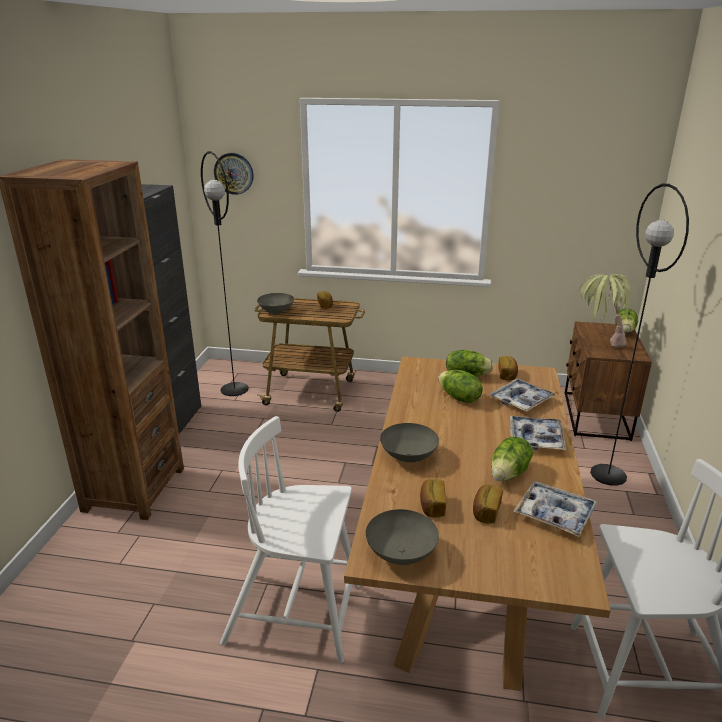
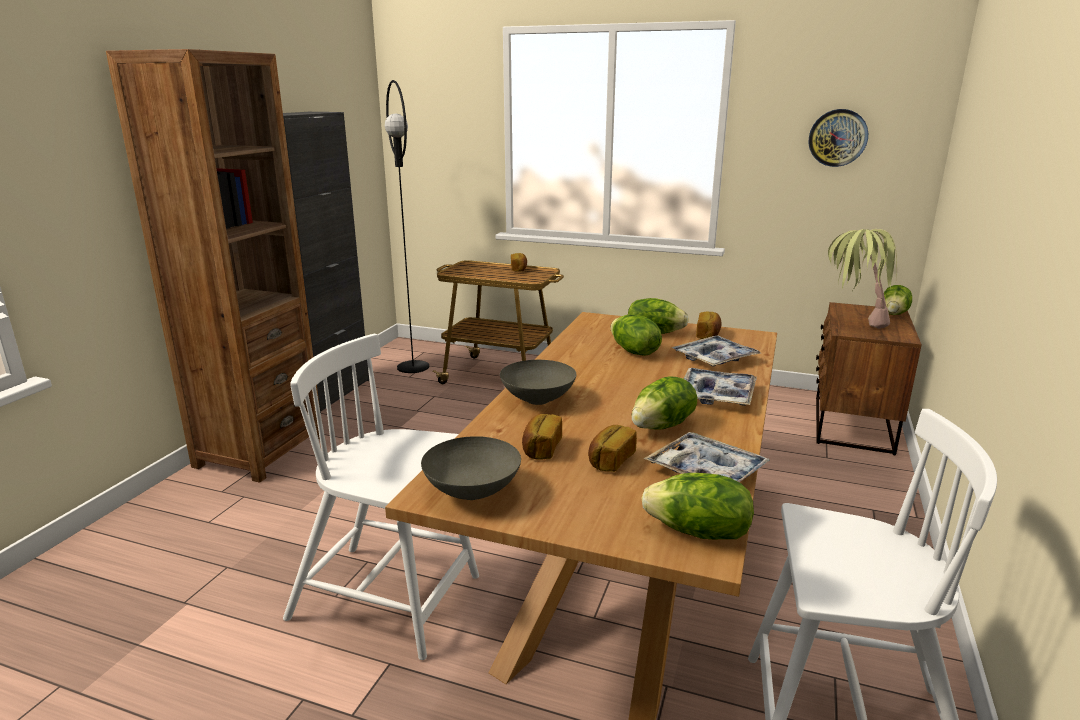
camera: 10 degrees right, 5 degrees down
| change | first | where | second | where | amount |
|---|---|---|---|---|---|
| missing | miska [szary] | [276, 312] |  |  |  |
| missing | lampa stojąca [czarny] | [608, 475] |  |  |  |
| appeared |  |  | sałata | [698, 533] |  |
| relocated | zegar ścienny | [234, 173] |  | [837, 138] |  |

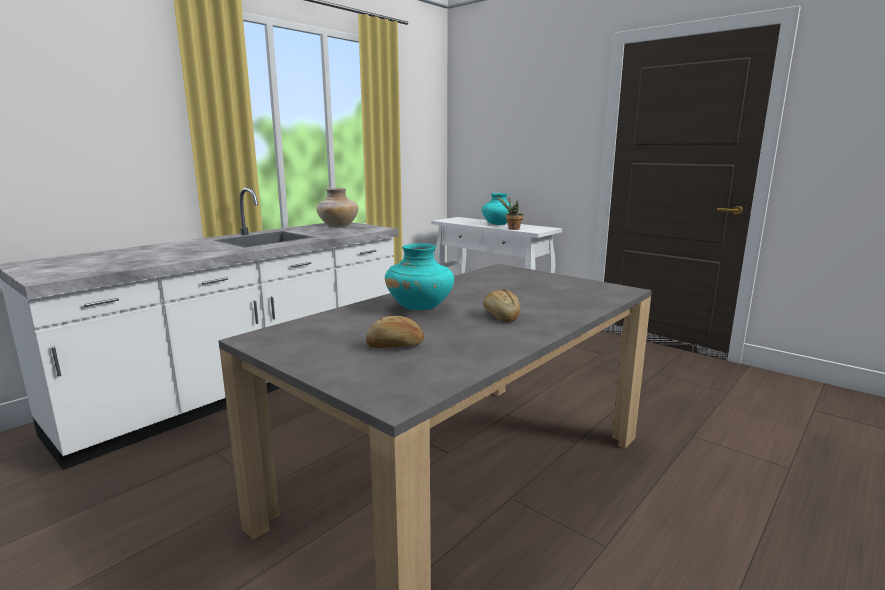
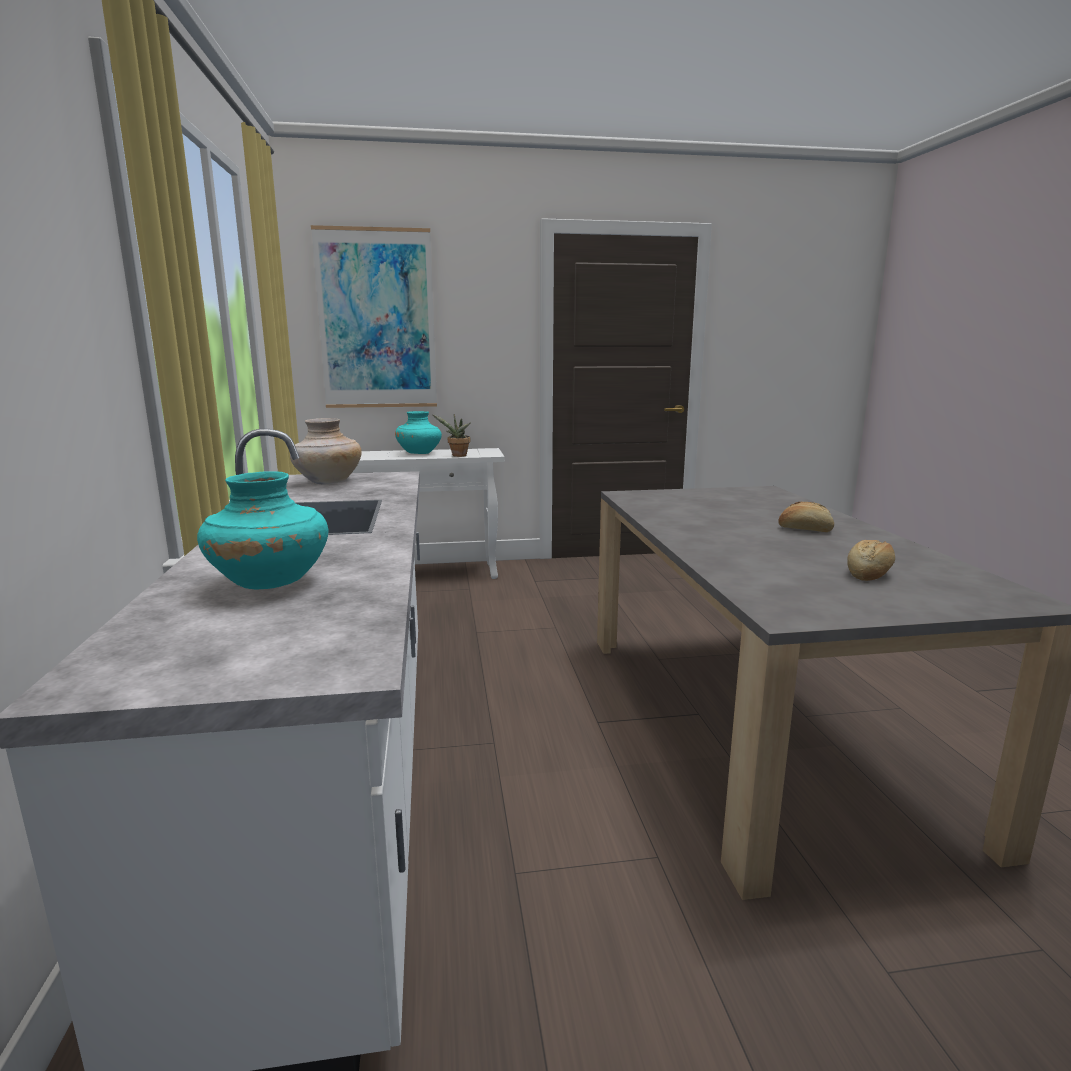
camera: 50 degrees left, 0 degrees up
| change | first | where | second | where | amount |
|---|---|---|---|---|---|
| appeared |  |  | obraz | [377, 320] |  |
| relocated | wazon [turkusowy] | [420, 307] |  | [270, 582] |  |

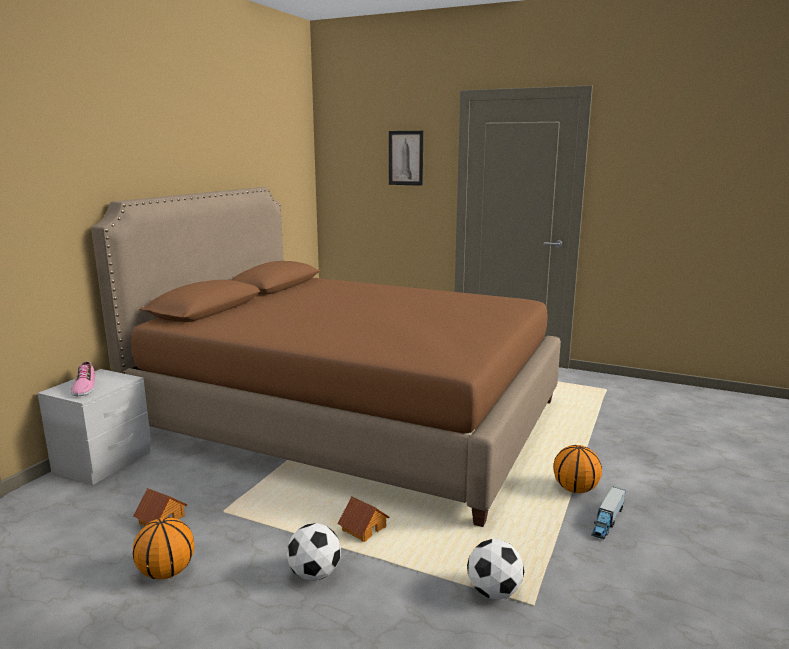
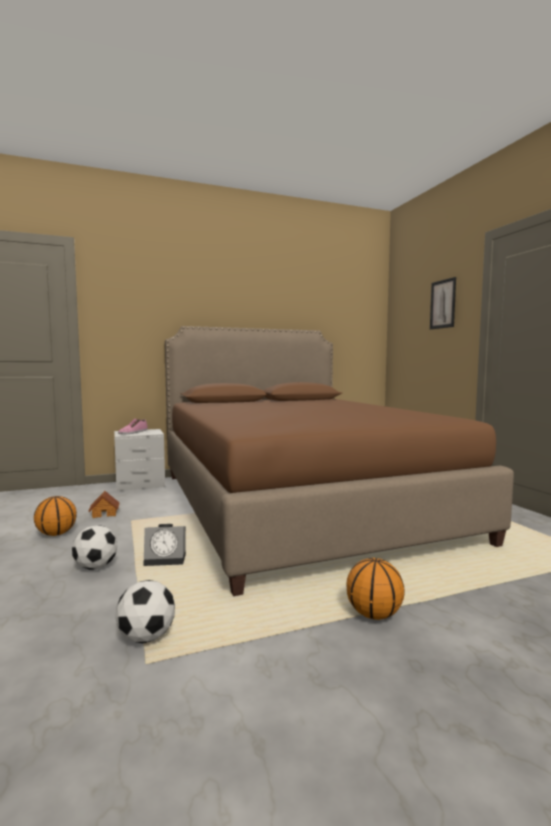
camera: 45 degrees right, 10 degrees down
| change | first | where | second | where | amount |
|---|---|---|---|---|---|
| missing | ciężarówka zabawkowa | [607, 521] |  |  |  |
| exchanged | domek | [363, 529] | budzik | [167, 560] |  |

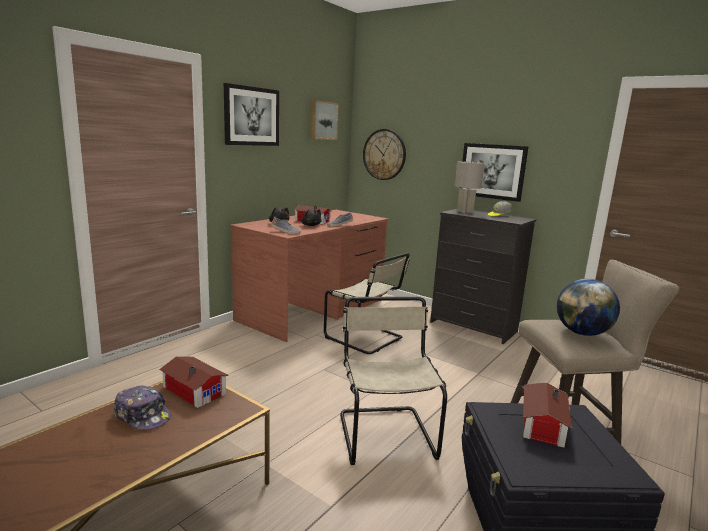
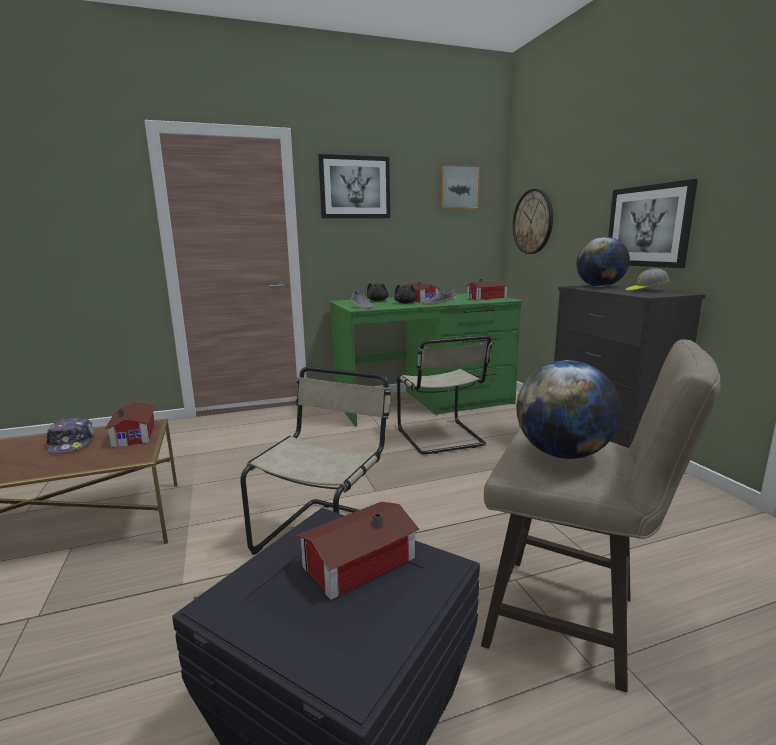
camera: 35 degrees right, 0 degrees up
| change | first | where | second | where | amount |
|---|---|---|---|---|---|
| appeared |  |  | domek | [488, 297] |  |
| exchanged | lampa stołowa [szary] | [465, 212] | globus | [600, 286] |  |
| colour | biurko [brązowy] | [313, 310] | biurko [zielony] | [424, 402] |  |

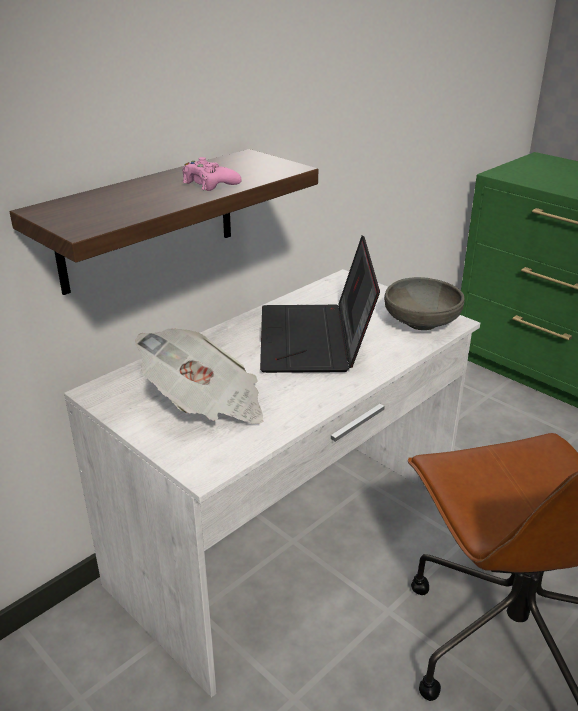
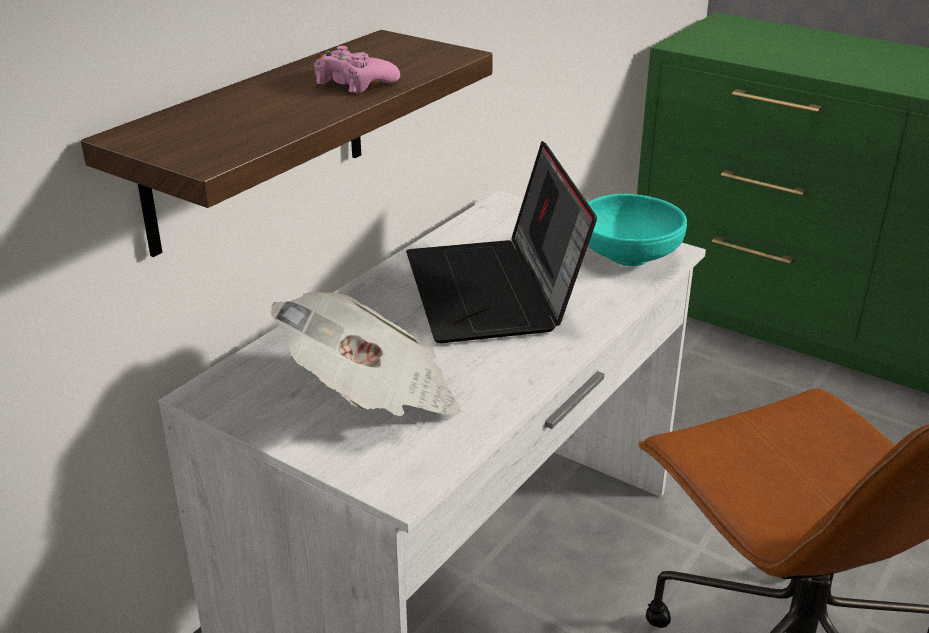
camera: 10 degrees left, 0 degrees up
| change | first | where | second | where | amount |
|---|---|---|---|---|---|
| colour | miska [szary] | [421, 322] | miska [turkusowy] | [629, 255] |  |

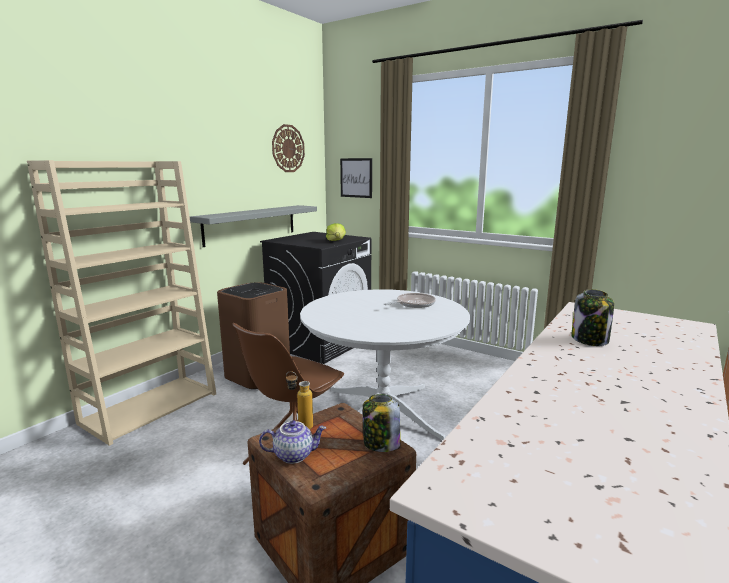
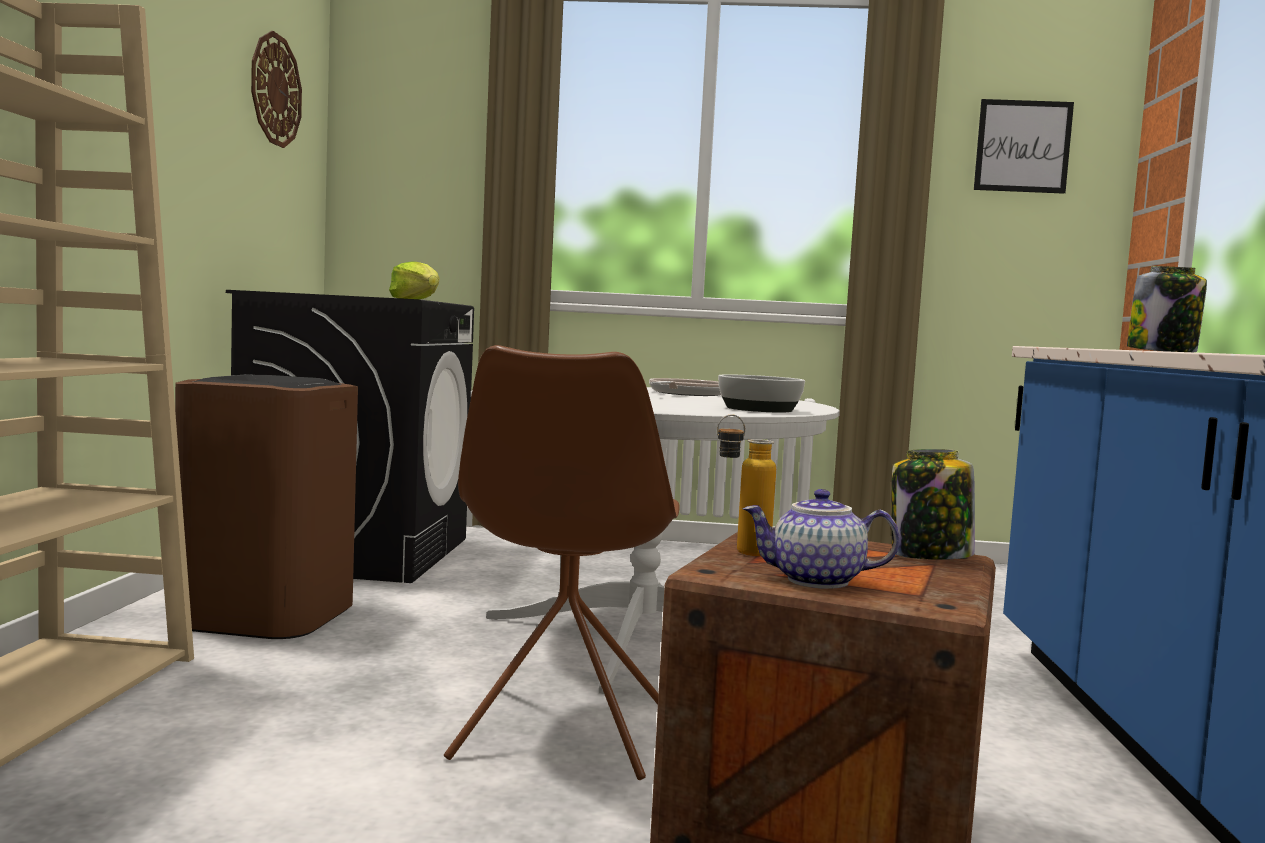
camera: 30 degrees left, 10 degrees down
| change | first | where | second | where | amount |
|---|---|---|---|---|---|
| missing | półka [szary] | [251, 224] |  |  |  |
| appeared |  |  | miska | [760, 409] |  |
| relocated | obraz | [356, 178] |  | [1022, 146] |  |
| spun | imbryk | [294, 455] |  | [816, 581] | 135 degrees counterclockwise |

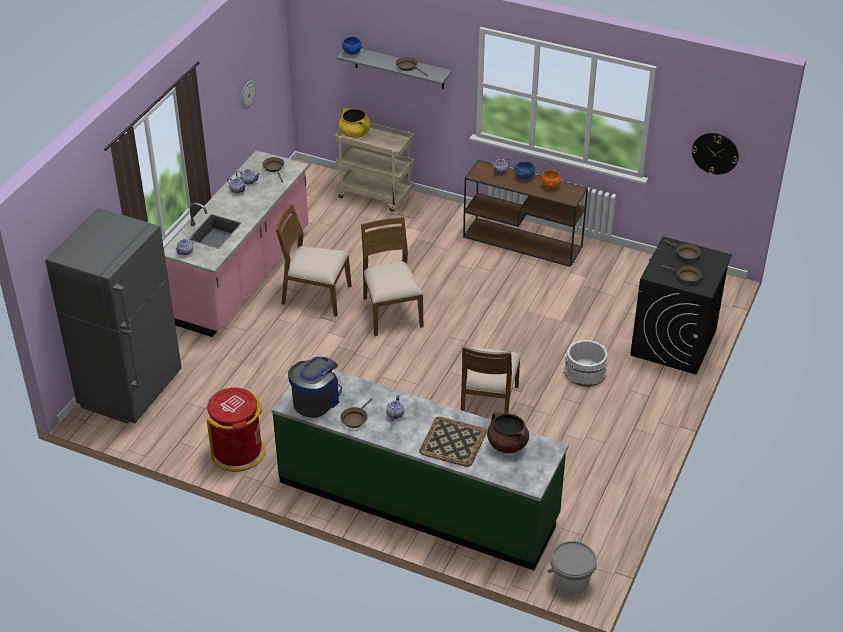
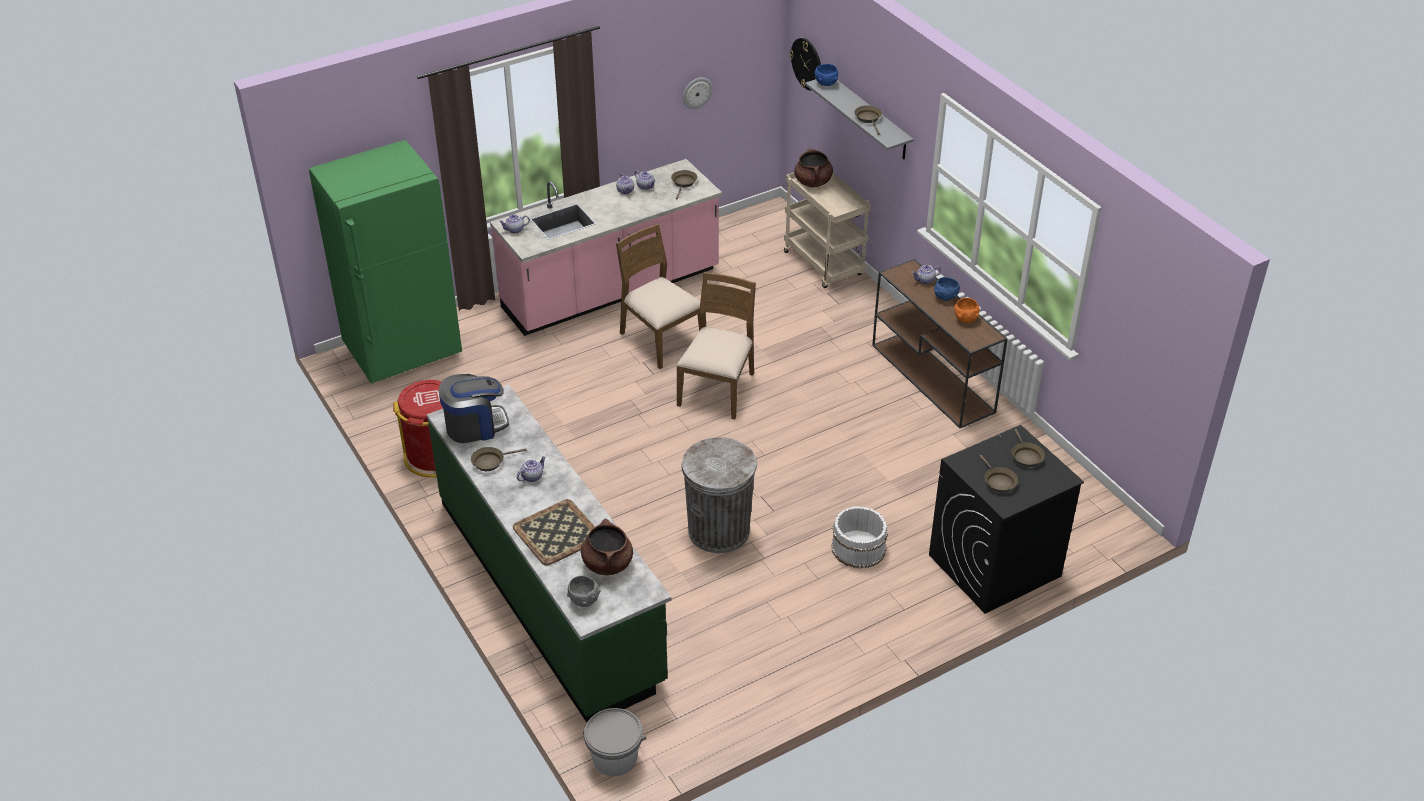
camera: 35 degrees right, 0 degrees up
| change | first | where | second | where | amount |
|---|---|---|---|---|---|
| appeared |  |  | miska [szary] | [584, 600] |  |
| relocated | zegar ścienny | [715, 153] |  | [807, 63] |  |
| exchanged | krzesło [brązowy] | [487, 404] | kosz na śmieci [szary] | [718, 530] |  |
| colour | lodówka [szary] | [131, 391] | lodówka [zielony] | [404, 353] |  |
| colour | garnek [żółty] | [355, 133] | garnek [brązowy] | [813, 182] |  |

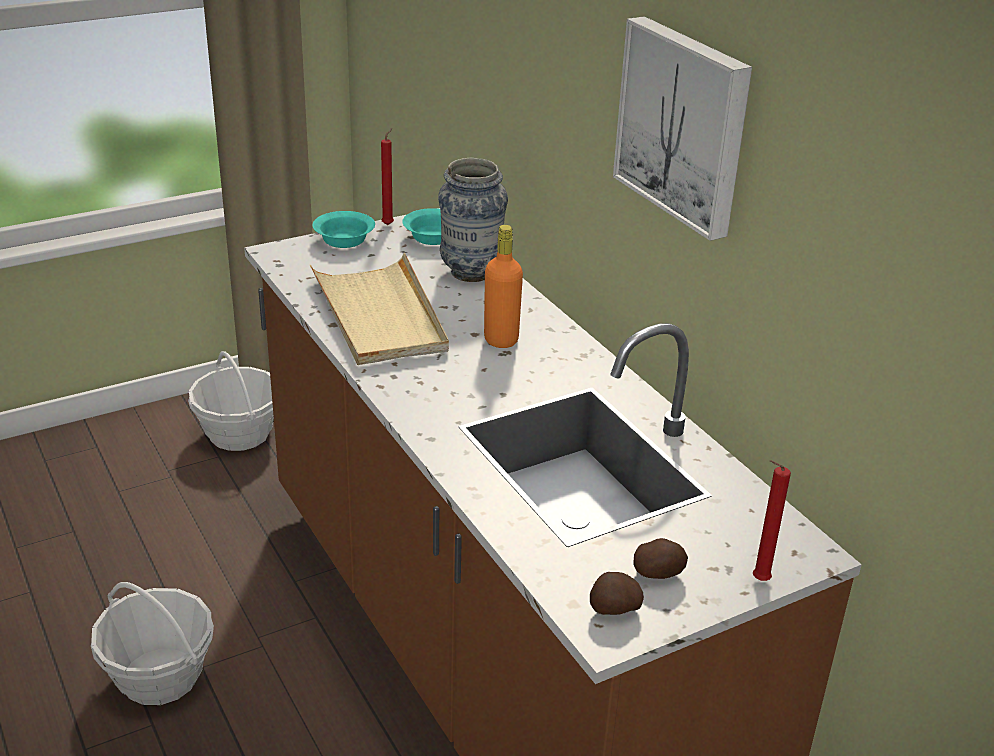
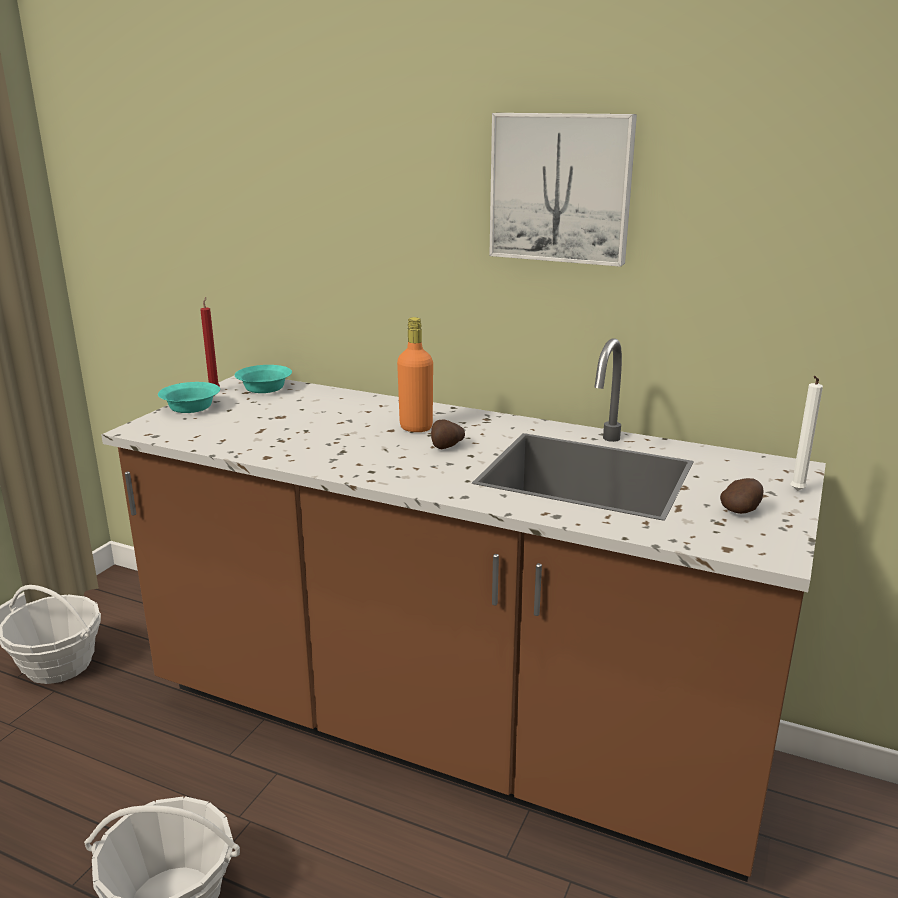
camera: 35 degrees left, 10 degrees down
| change | first | where | second | where | amount |
|---|---|---|---|---|---|
| missing | taca [beżowy] | [379, 315] |  |  |  |
| missing | wazon | [471, 273] |  |  |  |
| relocated | ziemniak | [614, 609] |  | [446, 447] |  |
| colour | świeca [czerwony] | [757, 580] | świeca [biały] | [796, 491] |  |

